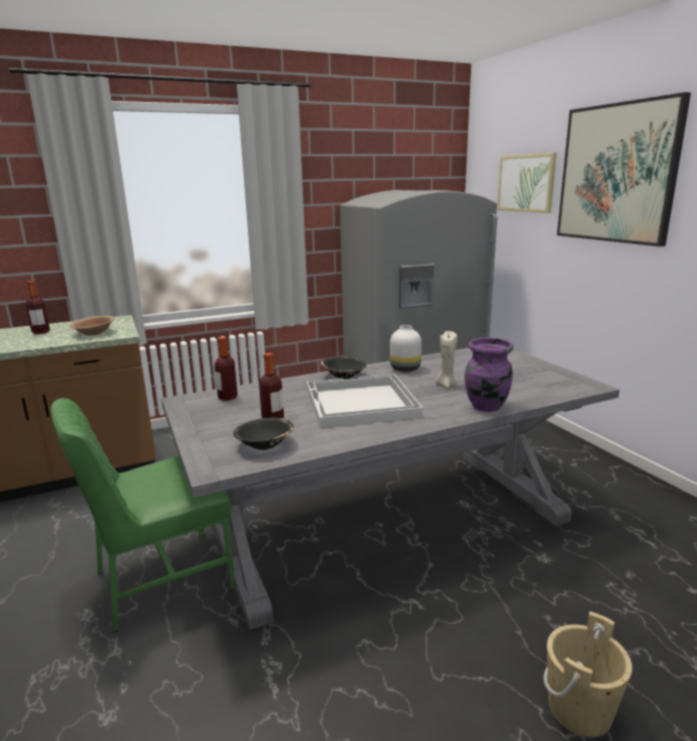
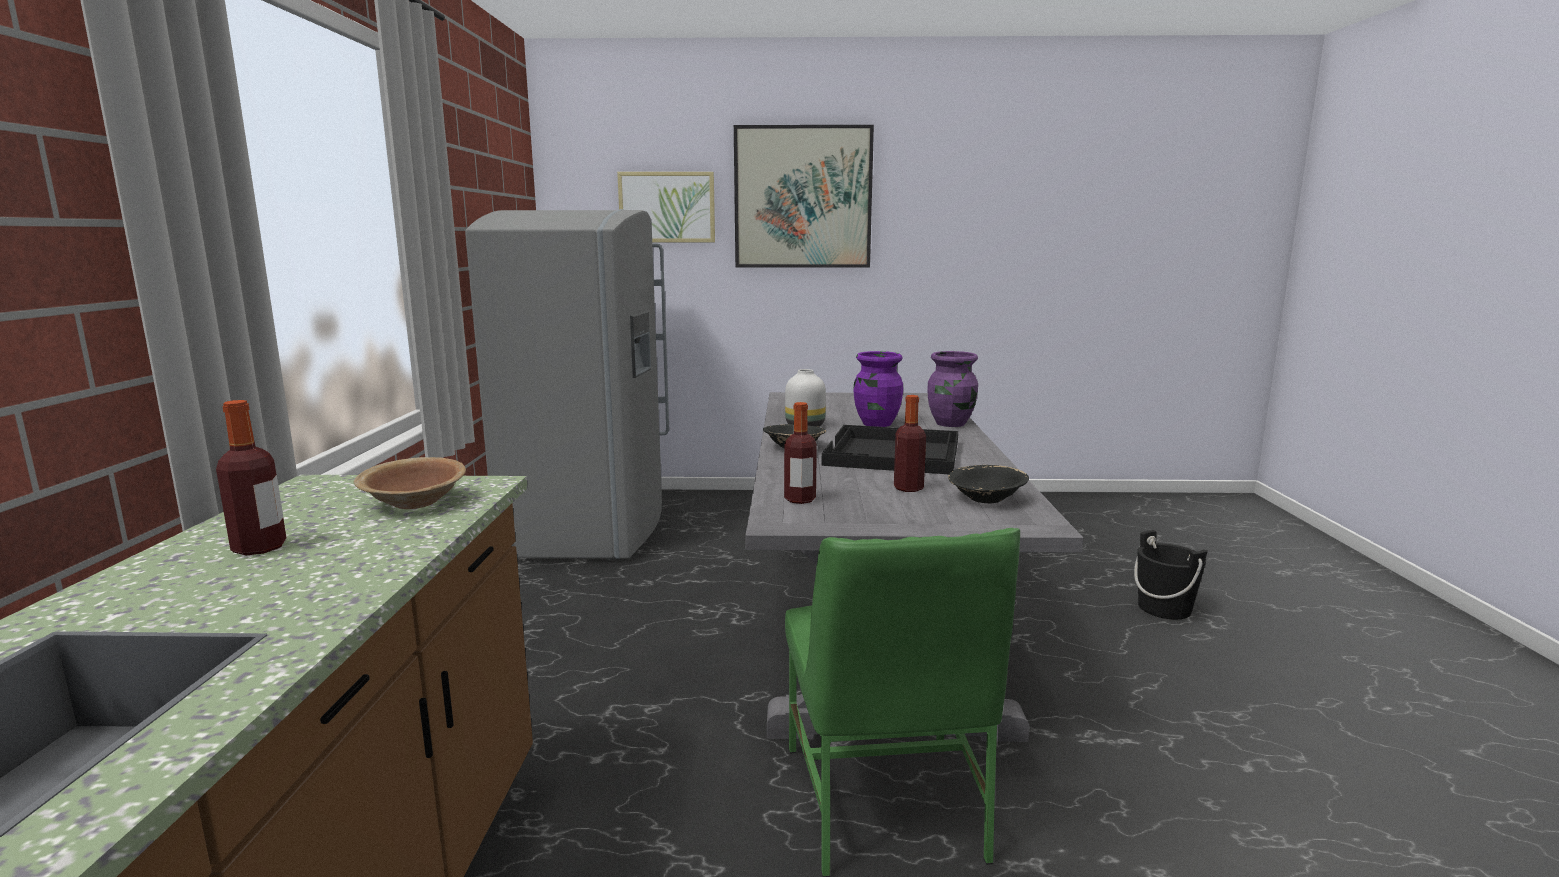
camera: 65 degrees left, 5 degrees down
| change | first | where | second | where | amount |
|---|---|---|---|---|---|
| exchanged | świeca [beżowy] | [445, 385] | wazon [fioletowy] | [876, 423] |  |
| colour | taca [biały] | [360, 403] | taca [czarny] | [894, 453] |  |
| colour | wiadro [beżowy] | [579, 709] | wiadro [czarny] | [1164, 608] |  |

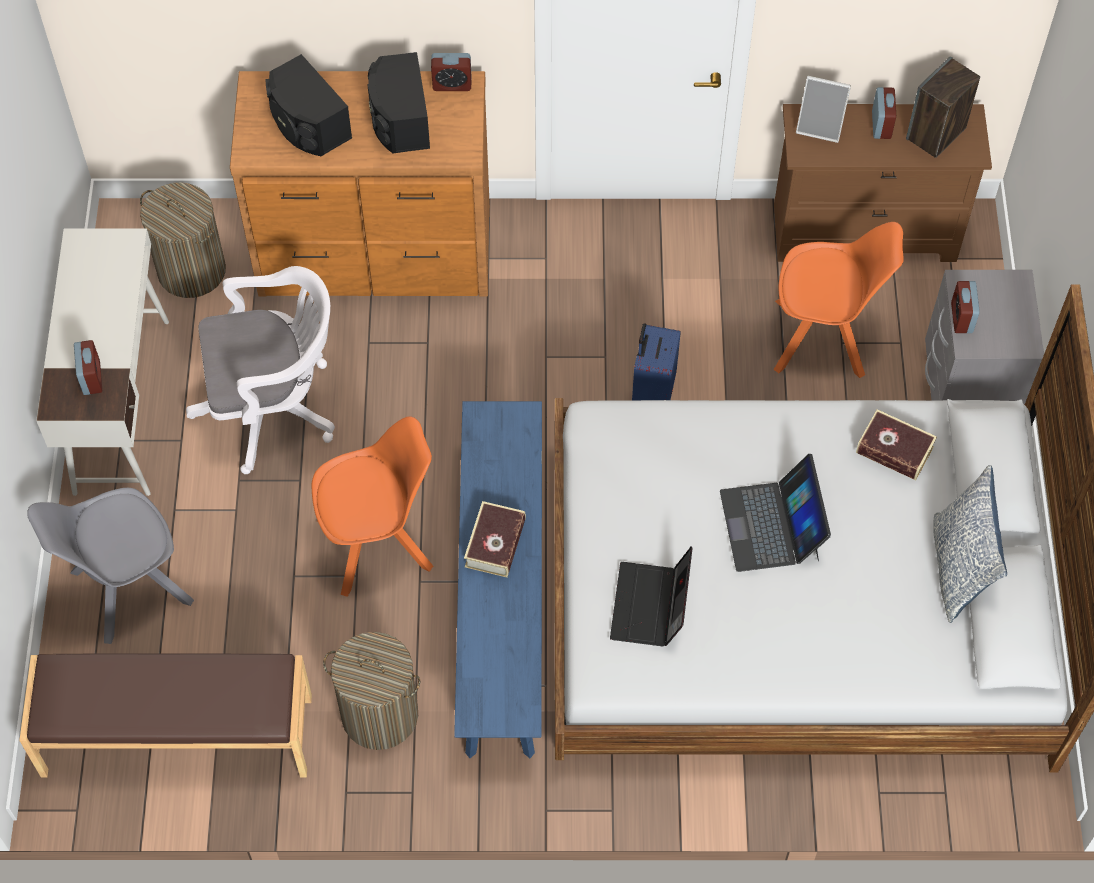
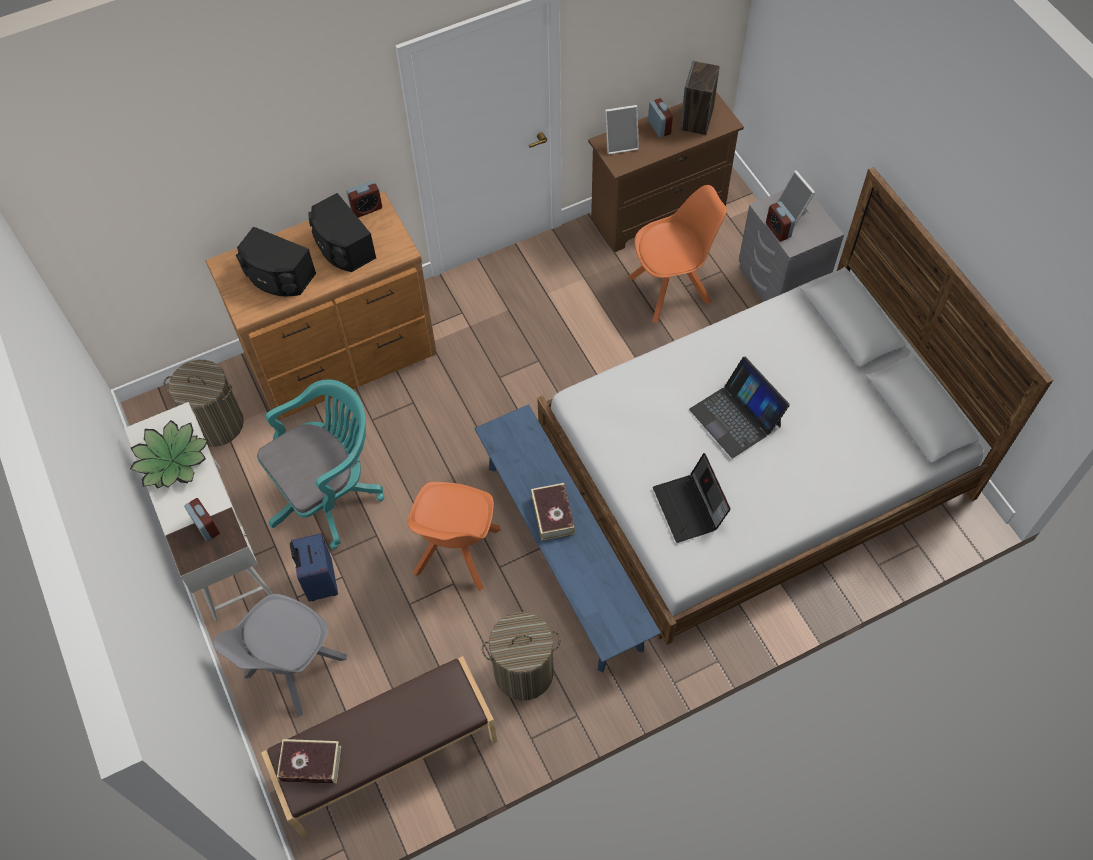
camera: 25 degrees left, 0 degrees up
| change | first | where | second | where | amount |
|---|---|---|---|---|---|
| missing | poduszka | [959, 568] |  |  |  |
| appeared |  |  | roślina doniczkowa | [172, 460] |  |
| appeared |  |  | ramka na zdjęcie | [792, 214] |  |
| relocated | walizka [niebieski] | [652, 392] |  | [320, 582] |  |
| relocated | książka | [894, 450] |  | [311, 764] |  |
| colour | krzesło biurowe [biały] | [274, 407] | krzesło biurowe [turkusowy] | [330, 493] |  |
| spun | krzesło [pomarańczowy] | [378, 543] |  | [456, 553] | 150 degrees clockwise |

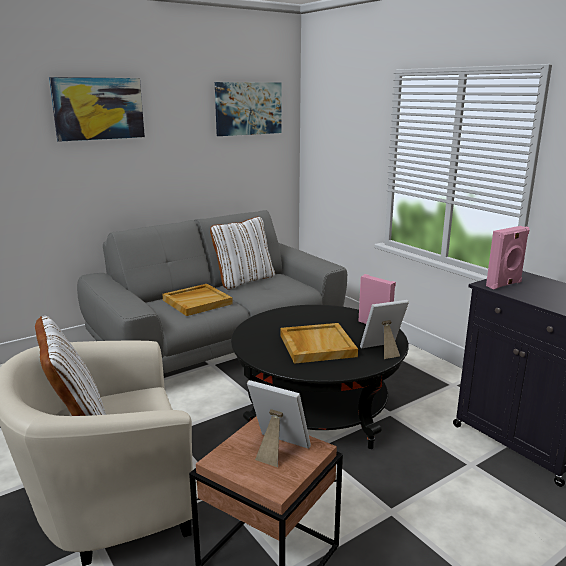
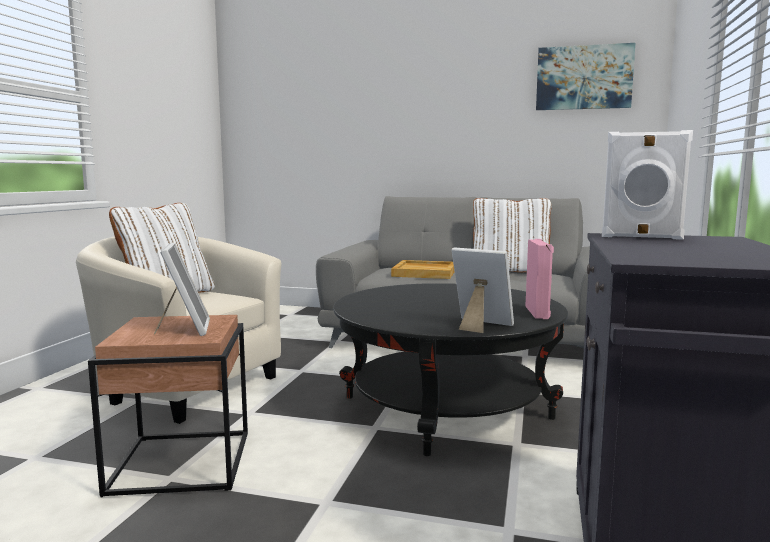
camera: 50 degrees right, 10 degrees down
| change | first | where | second | where | amount |
|---|---|---|---|---|---|
| missing | obraz | [98, 108] |  |  |  |
| missing | taca [beżowy] | [316, 345] |  |  |  |
| colour | głośnik [różowy] | [504, 284] | głośnik [biały] | [641, 237] |  |

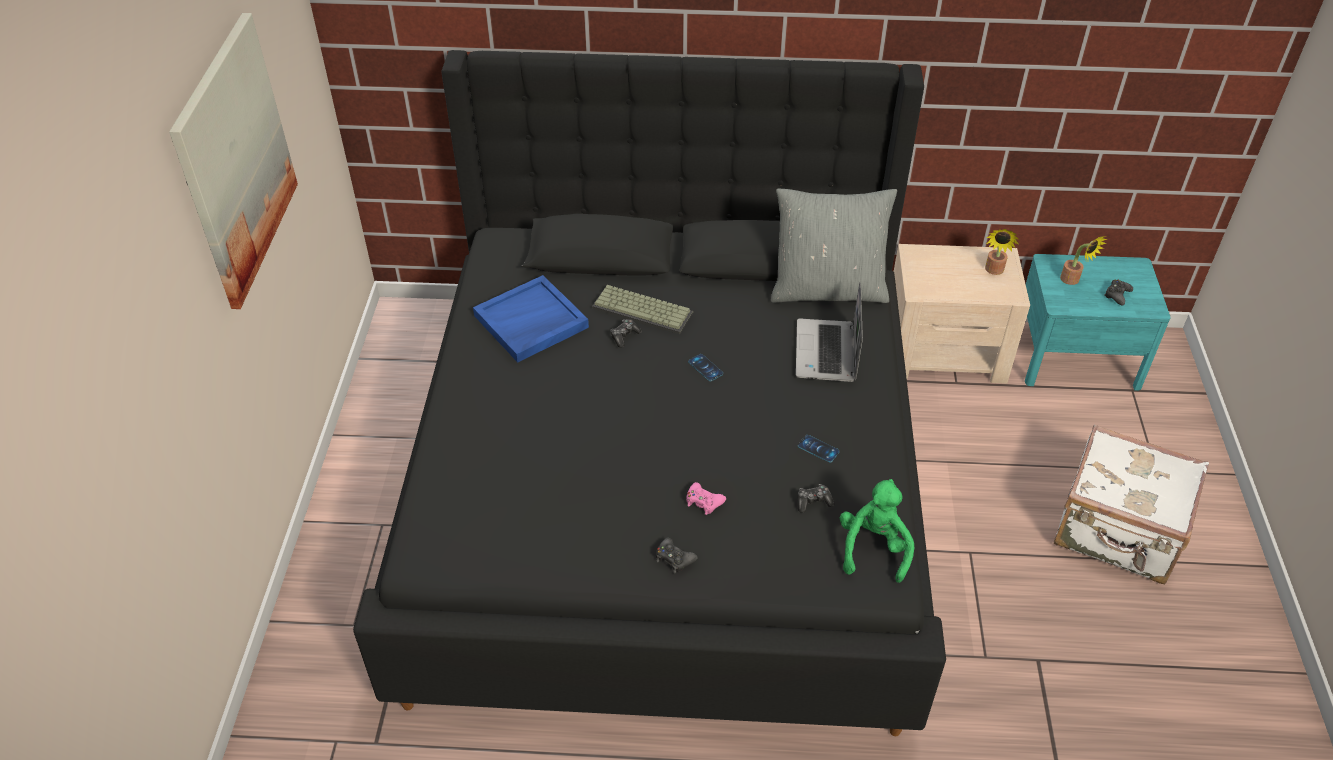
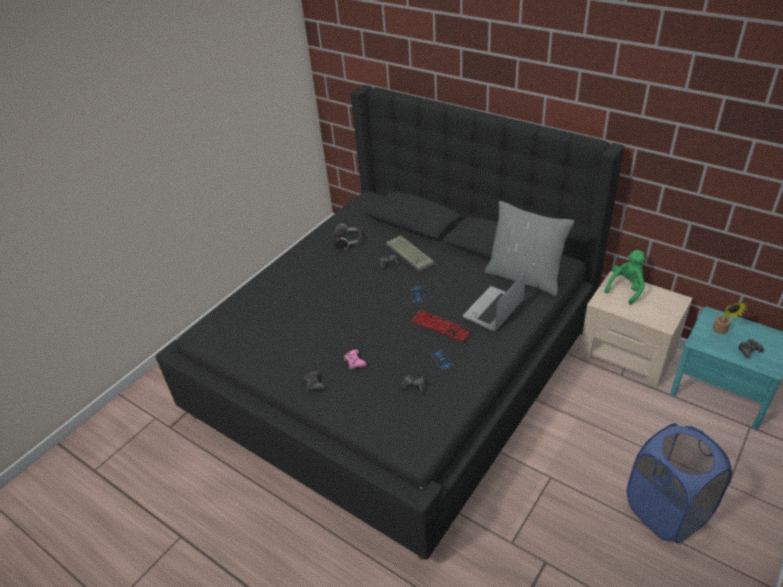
camera: 35 degrees right, 5 degrees down
| change | first | where | second | where | amount |
|---|---|---|---|---|---|
| missing | obraz | [234, 161] |  |  |  |
| missing | roślina doniczkowa | [994, 271] |  |  |  |
| appeared |  |  | klawiatura | [441, 327] |  |
| relocated | pluszak [zielony] | [873, 548] |  | [626, 289] |  |
| exchanged | taca [niebieski] | [530, 322] | słuchawki | [348, 242] |  |
| exchanged | walizka [biały] | [1118, 532] | kosz na pranie [niebieski] | [666, 511] |  |

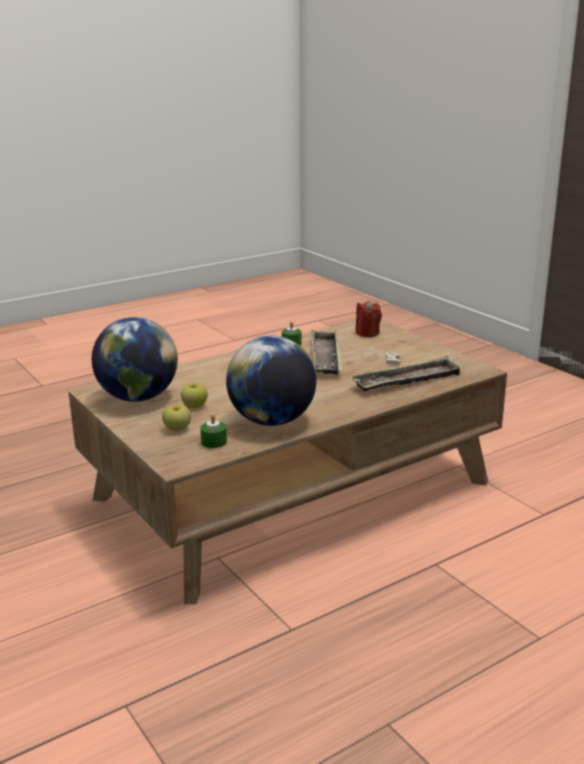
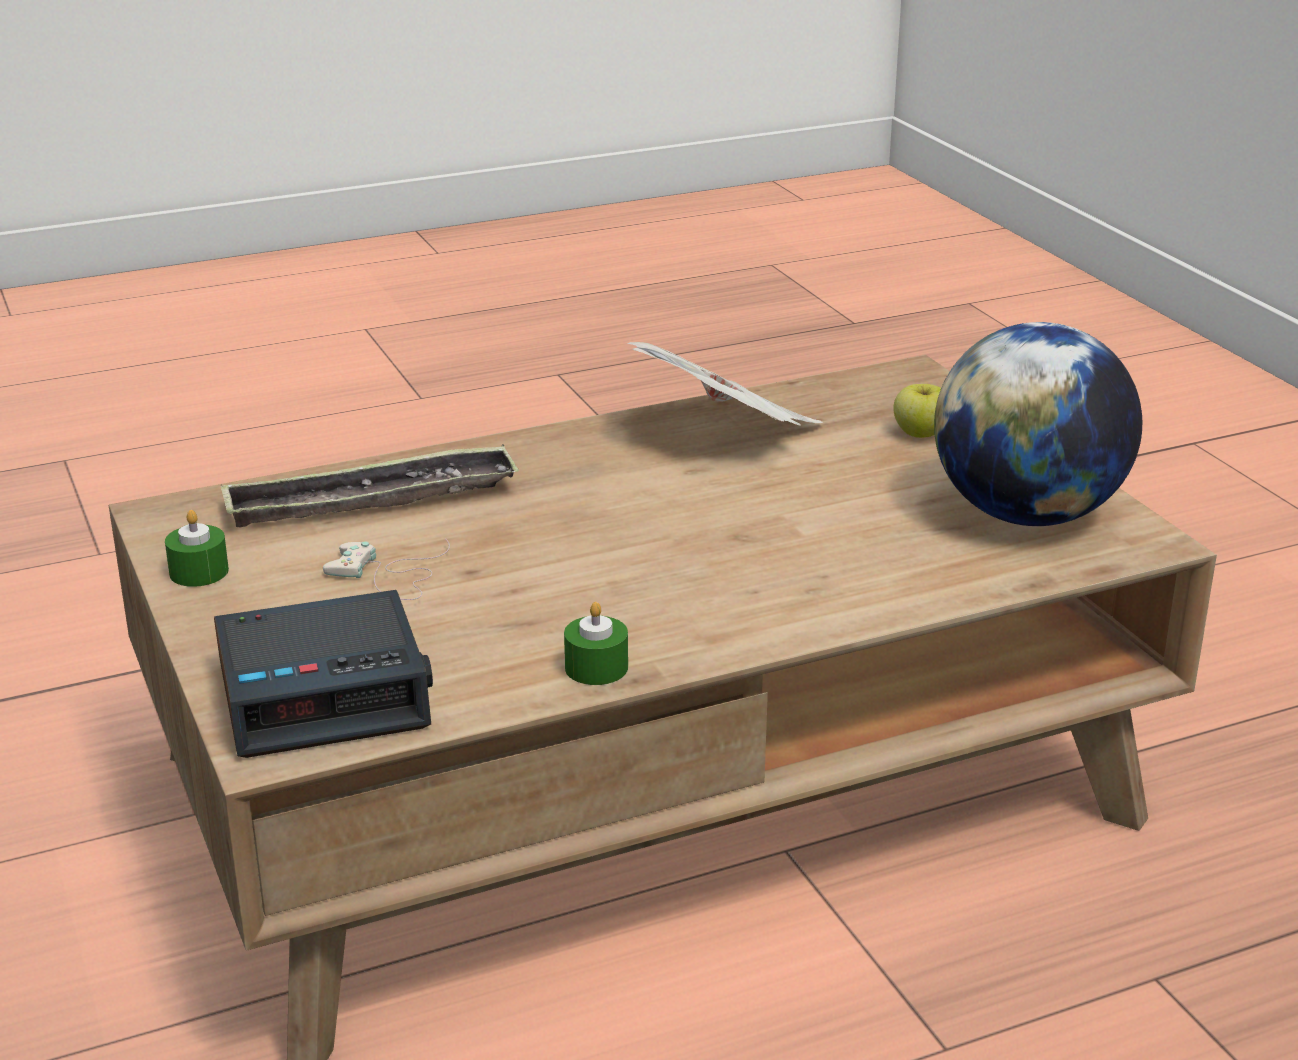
camera: 170 degrees left, 5 degrees up
| change | first | where | second | where | amount |
|---|---|---|---|---|---|
| missing | jabłko | [194, 406] |  |  |  |
| missing | taca | [326, 358] |  |  |  |
| relocated | świeca [zielony] | [214, 442] |  | [199, 572] |  |
| exchanged | globus | [272, 421] | gazeta | [726, 433] |  |
| exchanged | świeca [czerwony] | [367, 333] | budzik | [325, 693] |  |

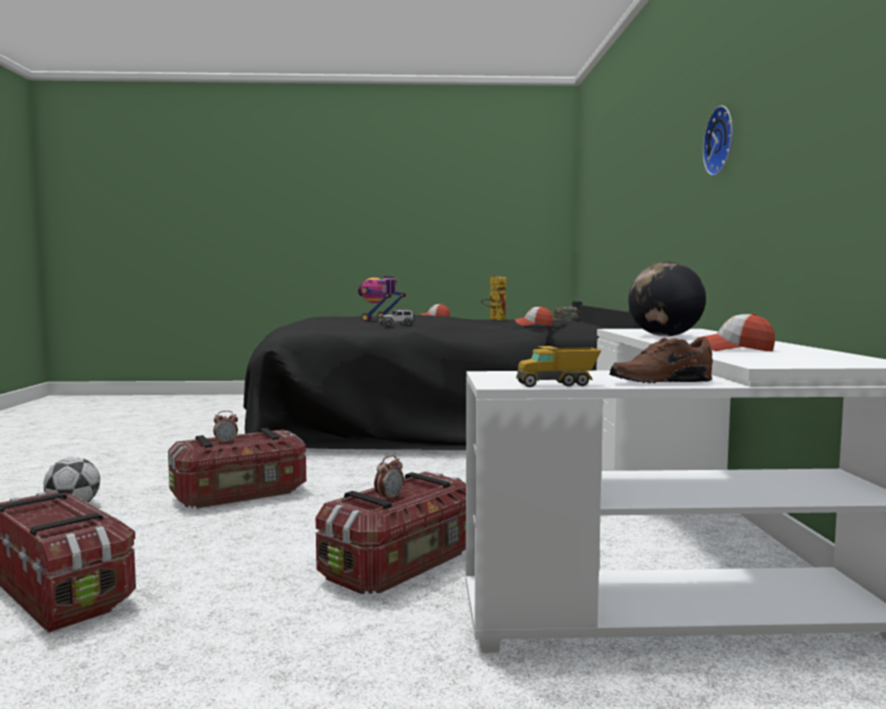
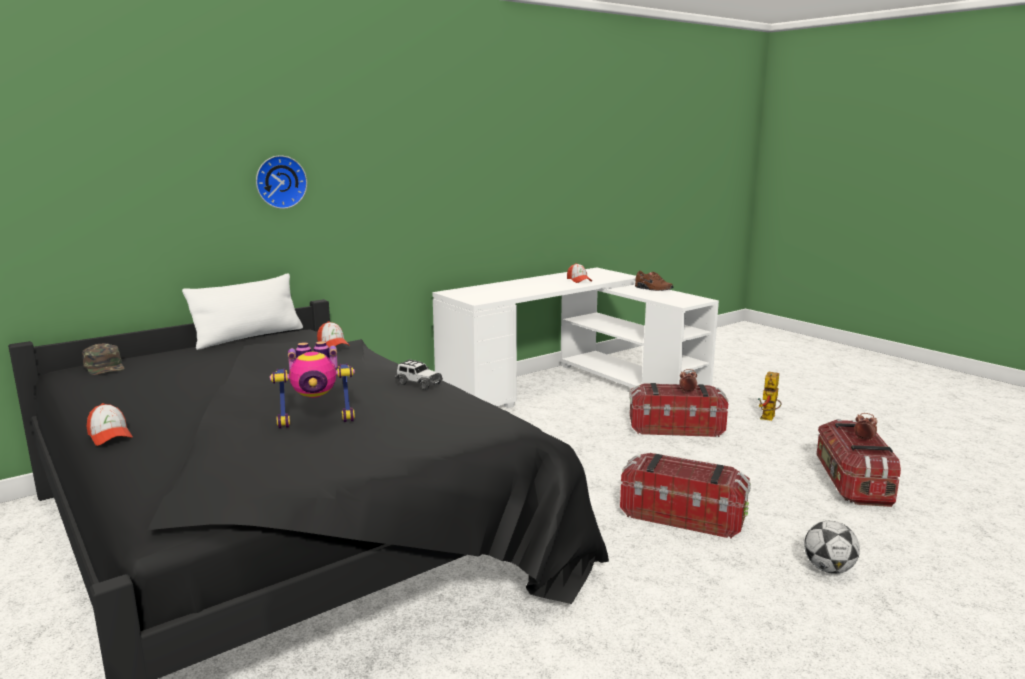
camera: 125 degrees left, 10 degrees up
| change | first | where | second | where | amount |
|---|---|---|---|---|---|
| missing | ciężarówka zabawkowa | [557, 384] |  |  |  |
| missing | globus | [665, 336] |  |  |  |
| appeared |  |  | poduszka [biały] | [249, 337] |  |
| relocated | budzik | [226, 443] |  | [863, 439] |  |
| relocated | robot zabawkowy | [494, 319] |  | [768, 419] |  |
| relocated | zegar ścienny | [722, 141] |  | [280, 182] |  |

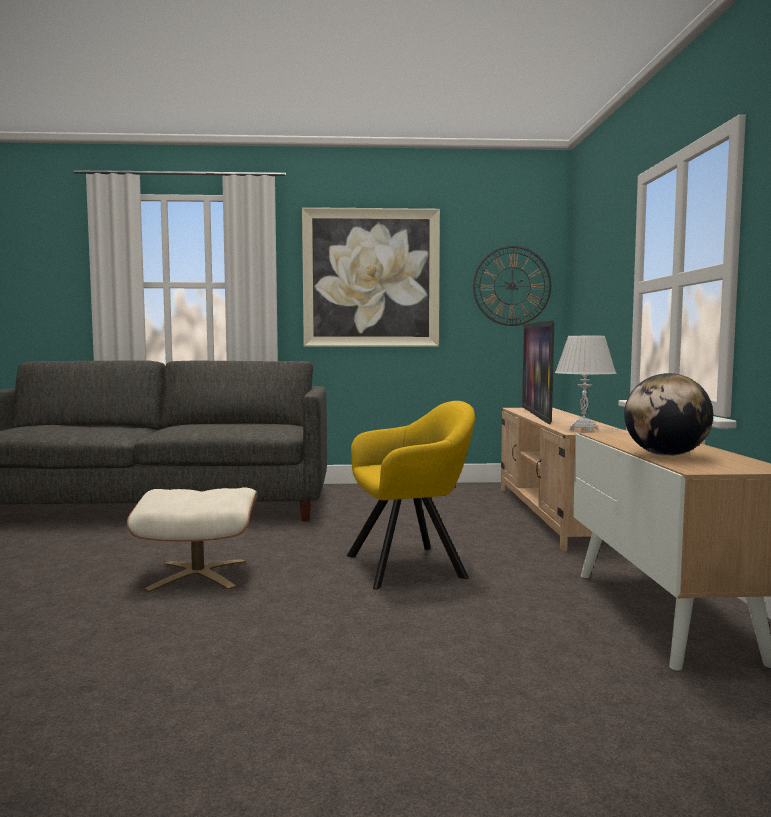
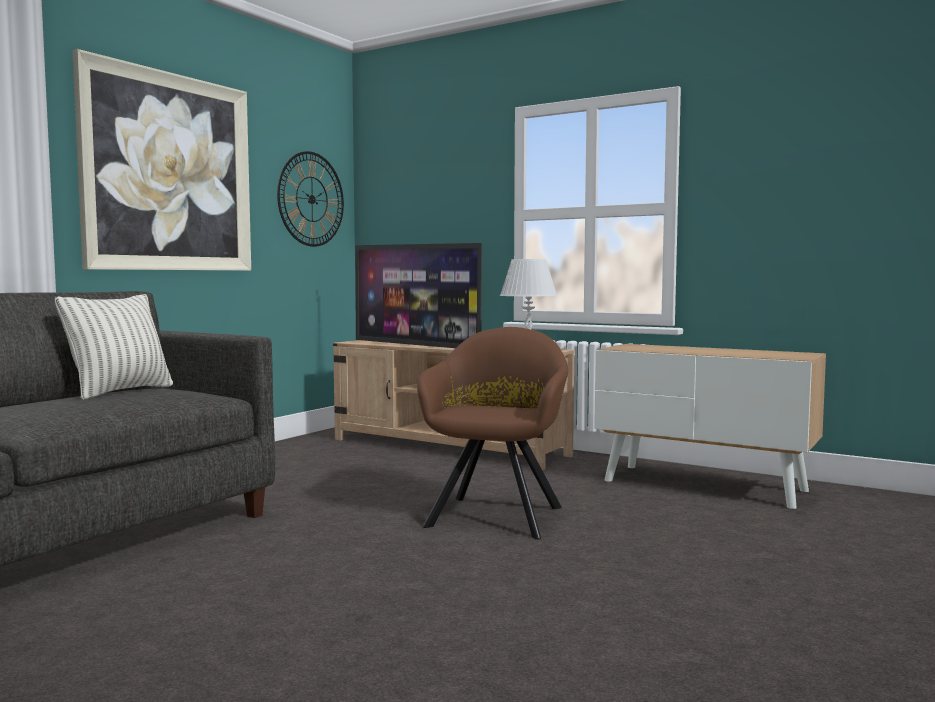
camera: 55 degrees left, 0 degrees up
| change | first | where | second | where | amount |
|---|---|---|---|---|---|
| missing | pufa [beżowy] | [198, 575] |  |  |  |
| missing | globus | [666, 455] |  |  |  |
| appeared |  |  | poduszka | [120, 391] |  |
| colour | fotel [żółty] | [412, 565] | fotel [brązowy] | [498, 514] |  |

